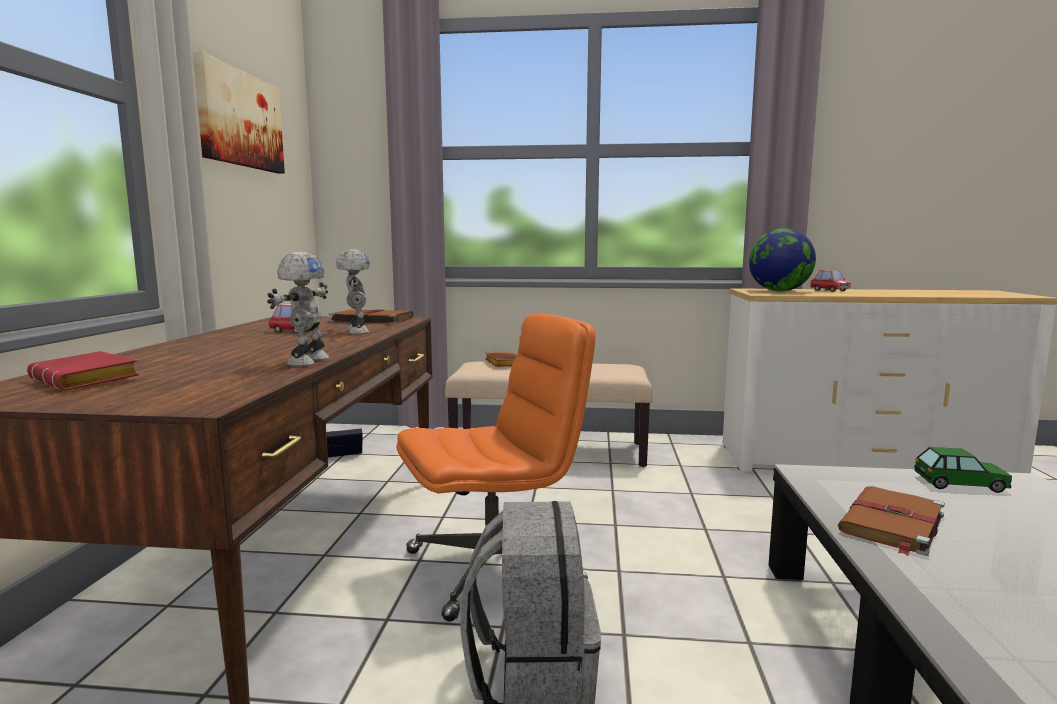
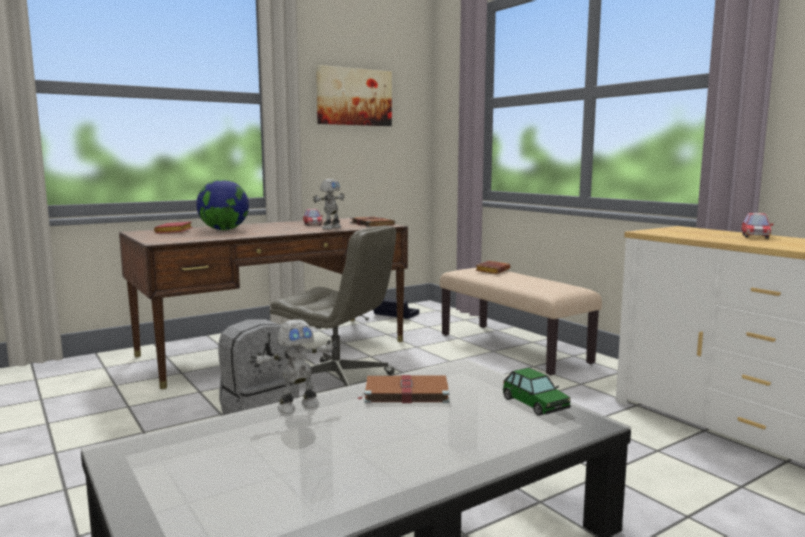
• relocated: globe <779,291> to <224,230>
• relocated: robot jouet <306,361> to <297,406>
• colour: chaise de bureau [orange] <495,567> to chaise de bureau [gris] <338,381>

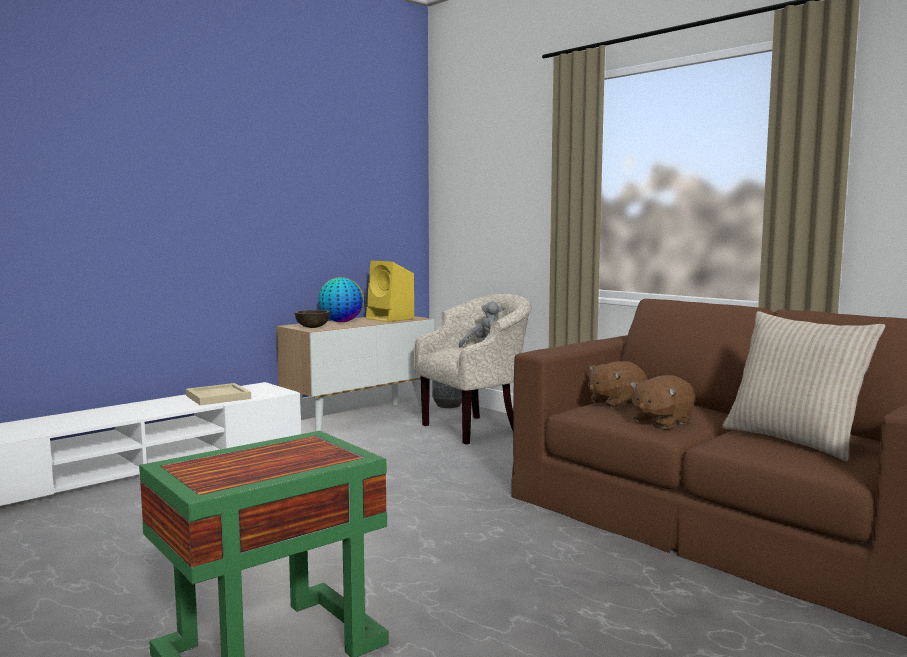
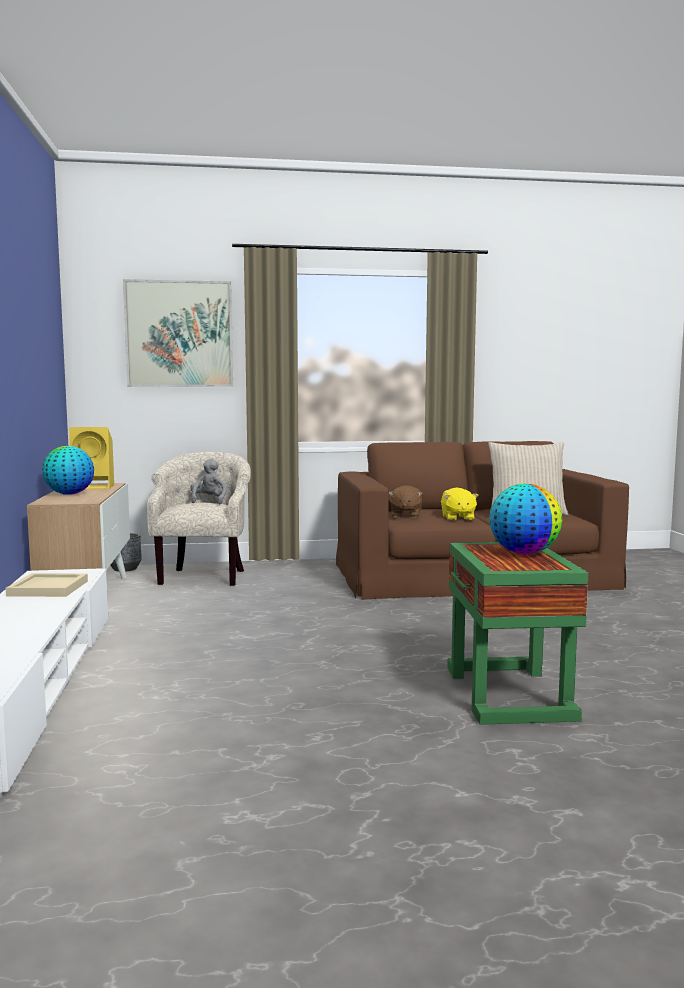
• appeared: tableau <179,334>
• colour: peluche [marron] <661,422> to peluche [jaune] <457,518>
• appeared: globe <524,553>
• missing: bol [marron] <312,327>

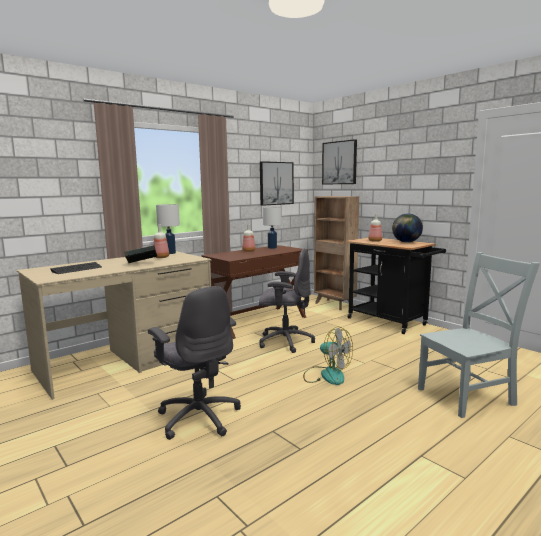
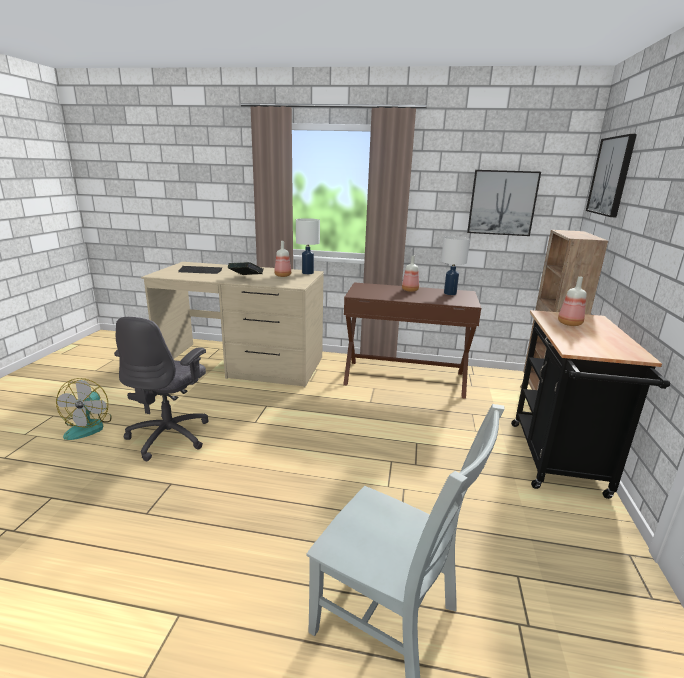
• relocated: ventilateur <326,375> to <89,426>
• missing: chaise de bureau [gris] <284,342>
• missing: globe <406,242>

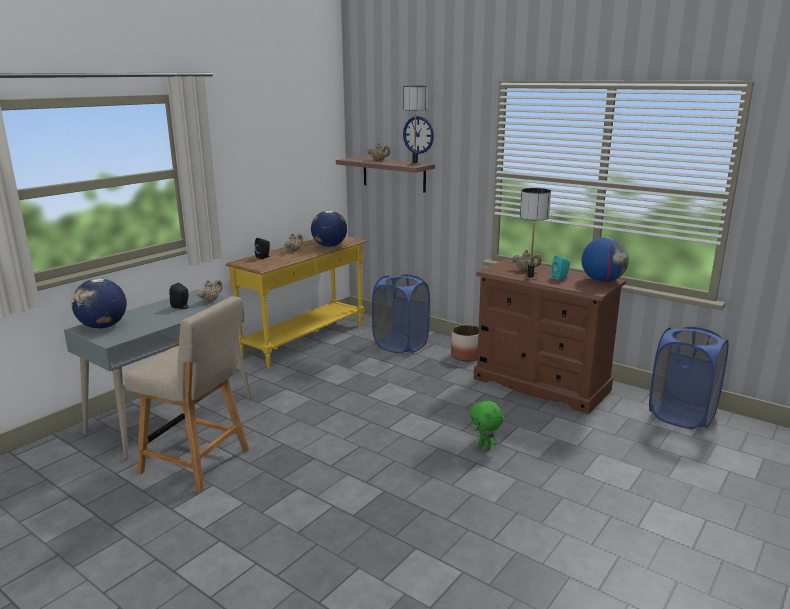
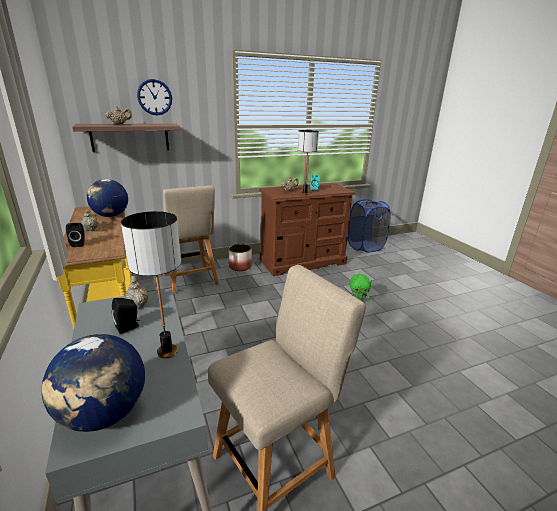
• relocated: lampe de table <415,164> to <166,351>
• exchanged: panier à linge [bleu] <401,345> to chaise [beige] <191,280>
• missing: globe <602,281>

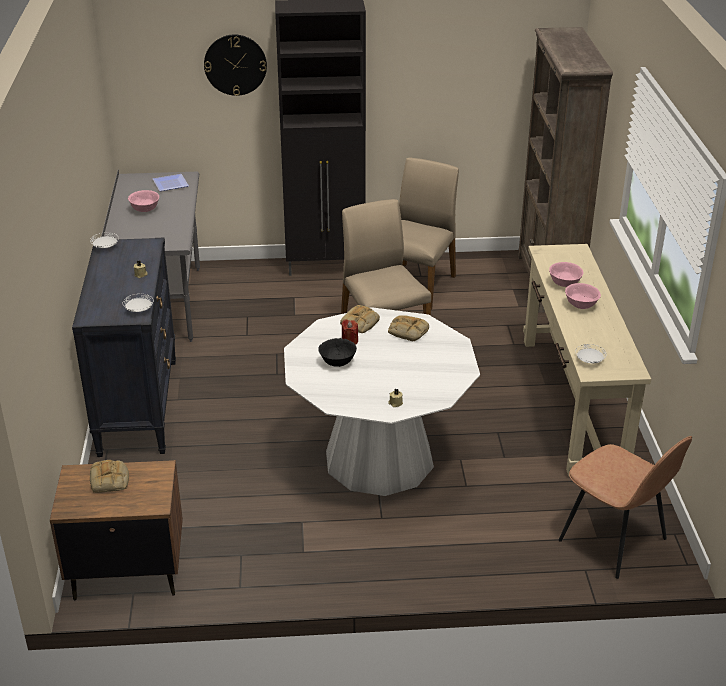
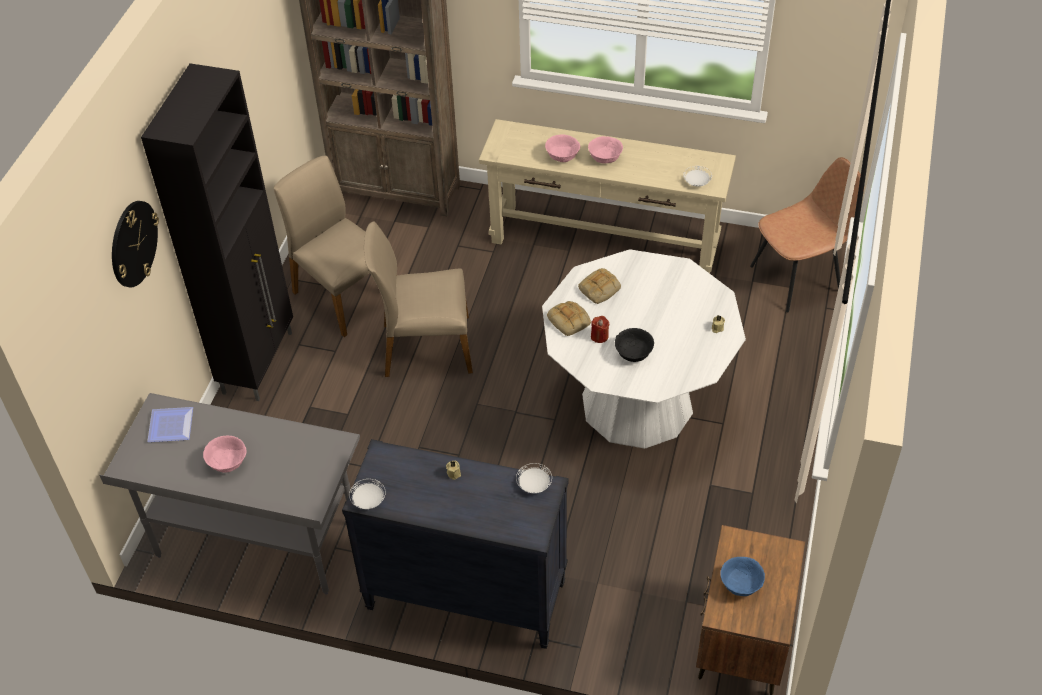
• exchanged: pain <110,480> to bol [bleu] <740,584>

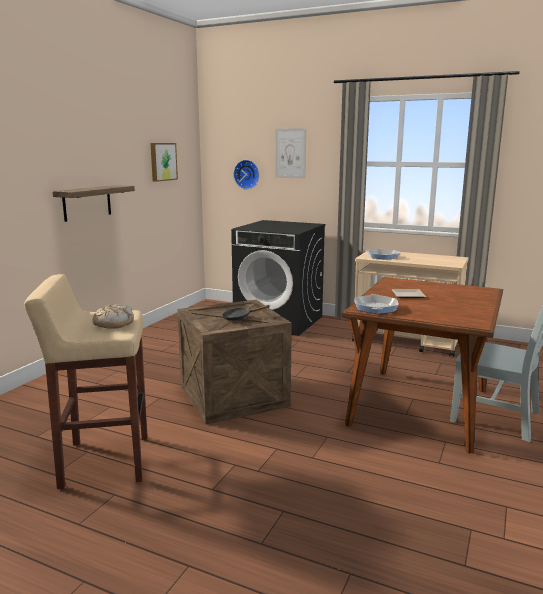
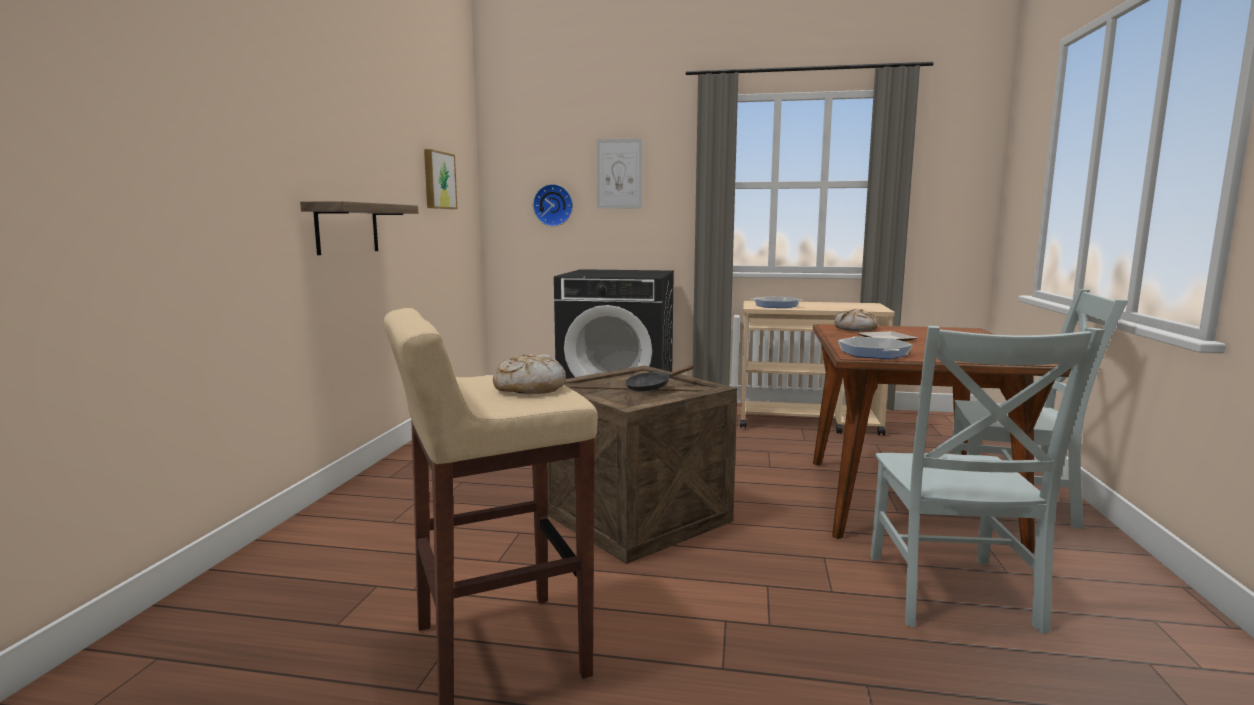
• appeared: pain <856,329>
• appeared: chaise [gris] <952,595>

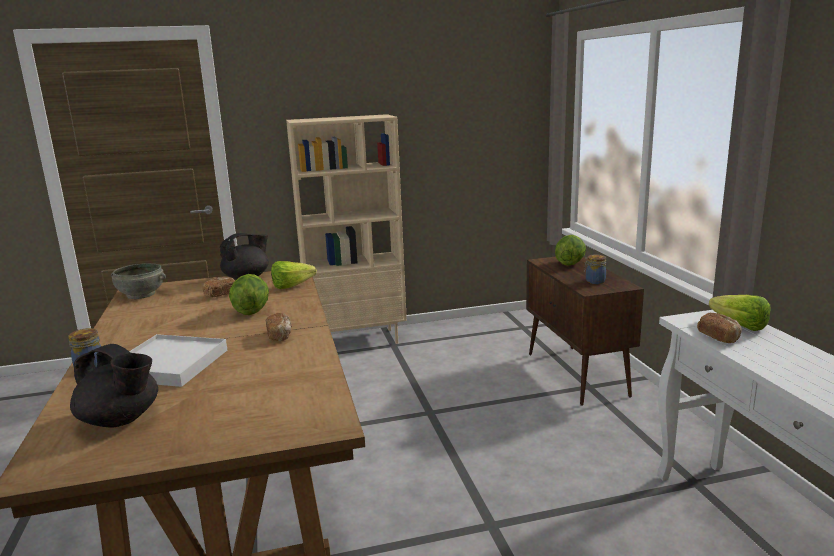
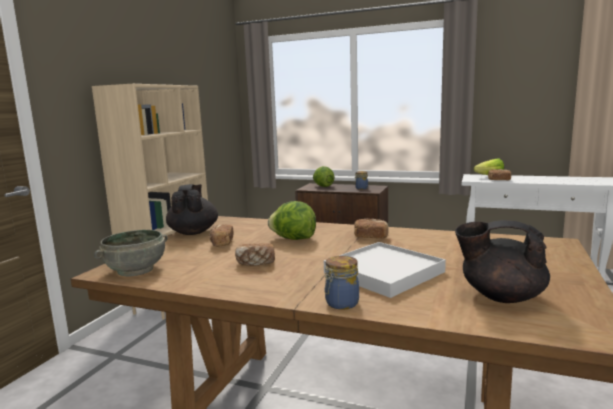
• appeared: pain <256,263>
• spun: théière [noir] <121,420> = <500,296> 135 degrees counterclockwise
• missing: laitue <295,286>

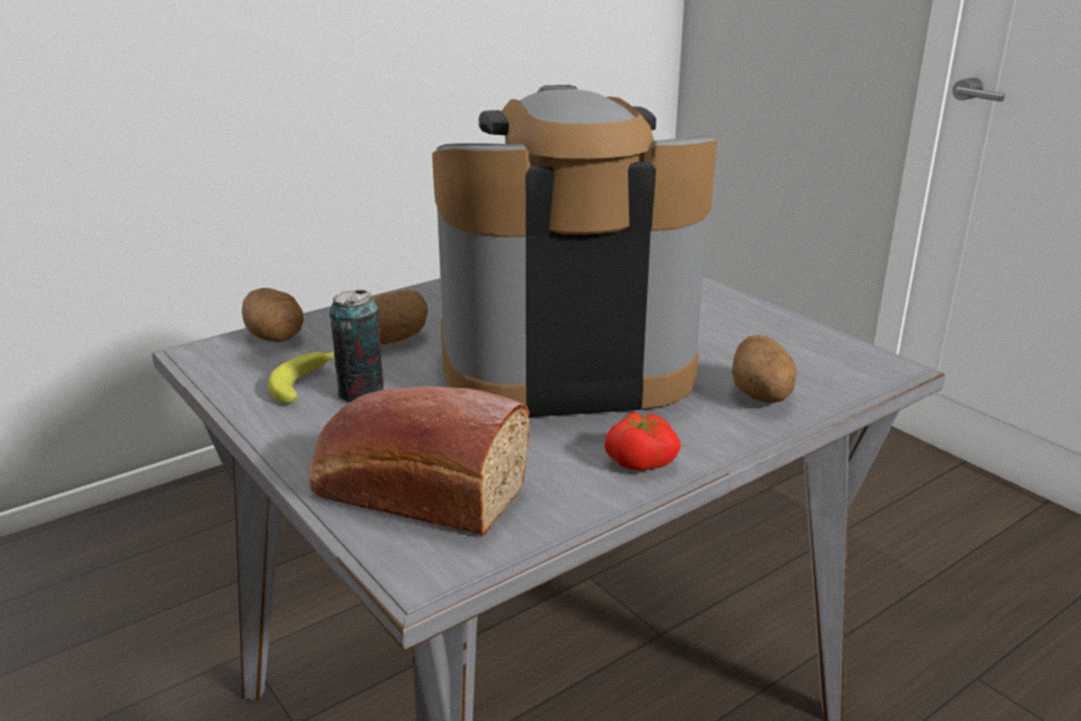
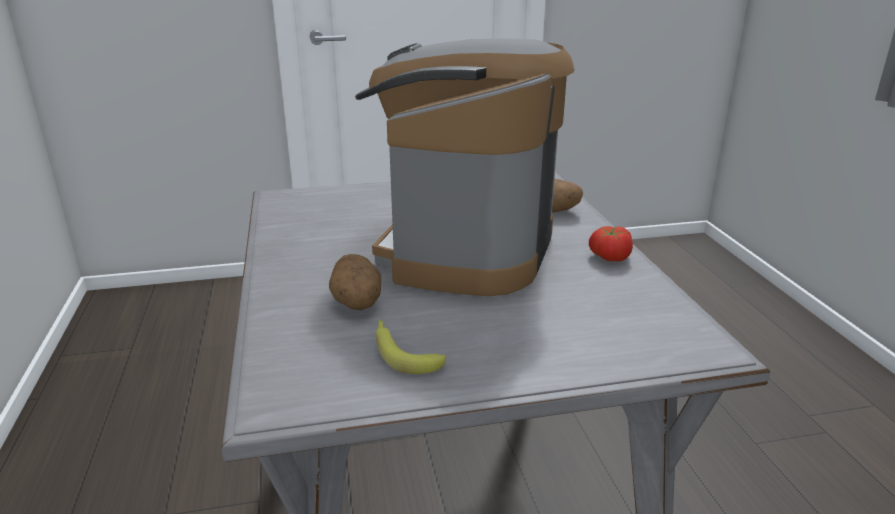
• missing: pomme de terre <274,337>
• missing: pain <413,492>
• missing: boîte métallique <361,393>

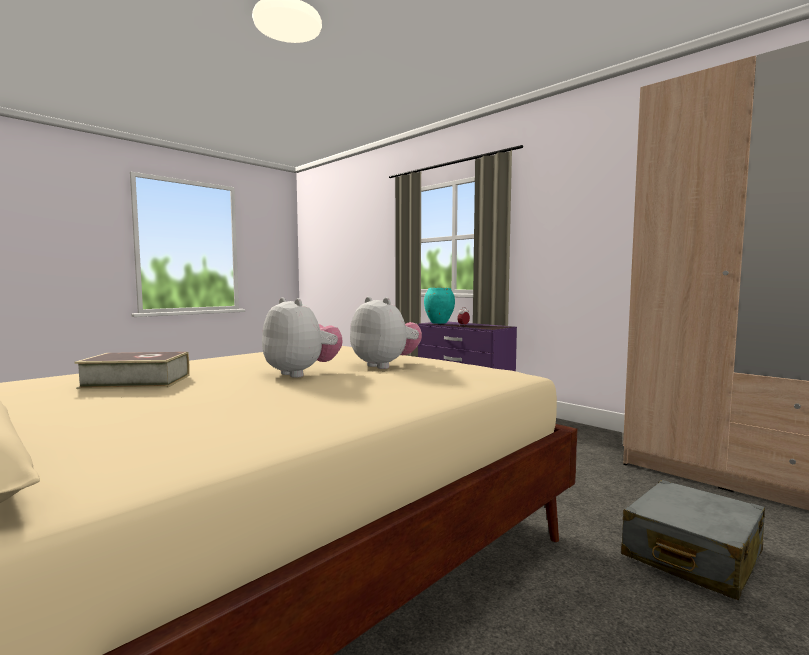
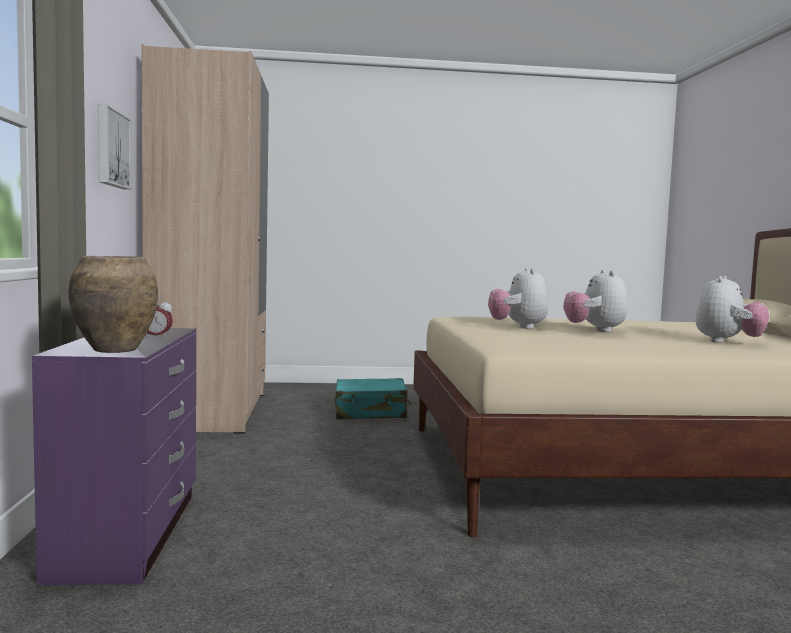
• colour: vase [turquoise] <438,323> to vase [marron] <115,350>
• appeared: tableau <110,149>
• colour: valise [gris] <691,554> to valise [turquoise] <370,412>
• exchanged: livre <137,382> to peluche <728,342>

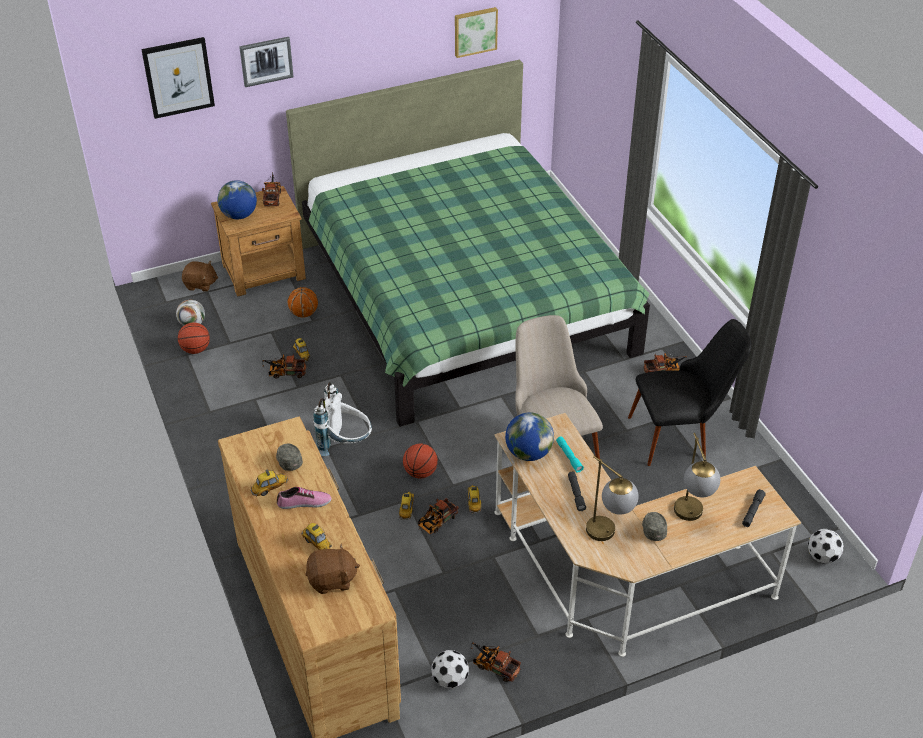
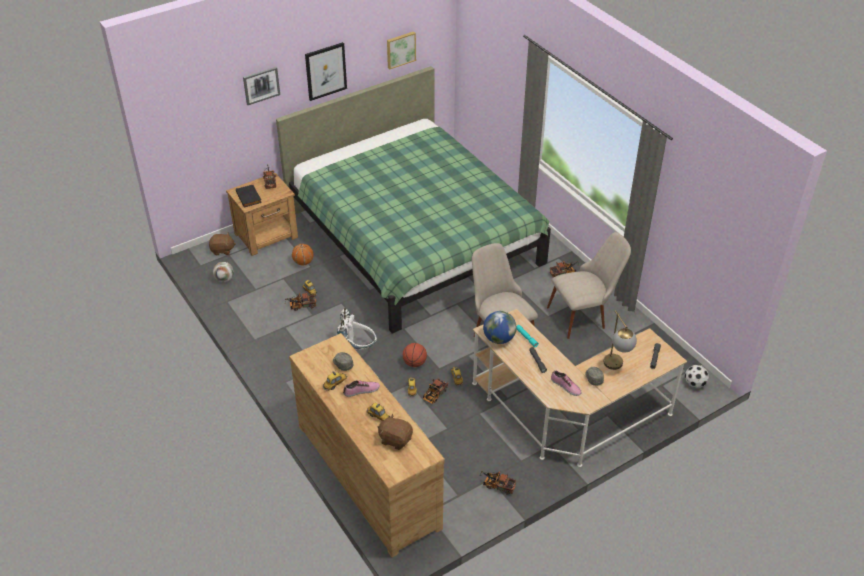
• exchanged: globe <239,215> to livre [noir] <249,197>
• relocated: tableau <178,77> to <325,71>
• spun: peluche [marron] <332,580> = <395,439> 135 degrees counterclockwise
• colour: chaise [noir] <681,434> to chaise [beige] <584,315>
• exchanged: lampe de table <608,536> to chaussure <565,386>
• missing: ballon de basket <195,350>
• missing: ballon de foot <449,680>

